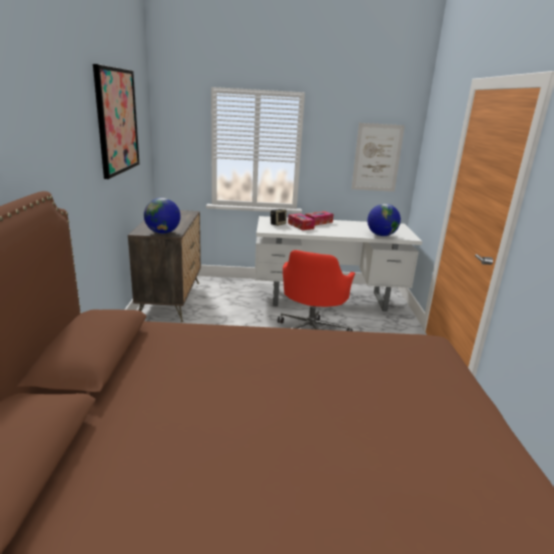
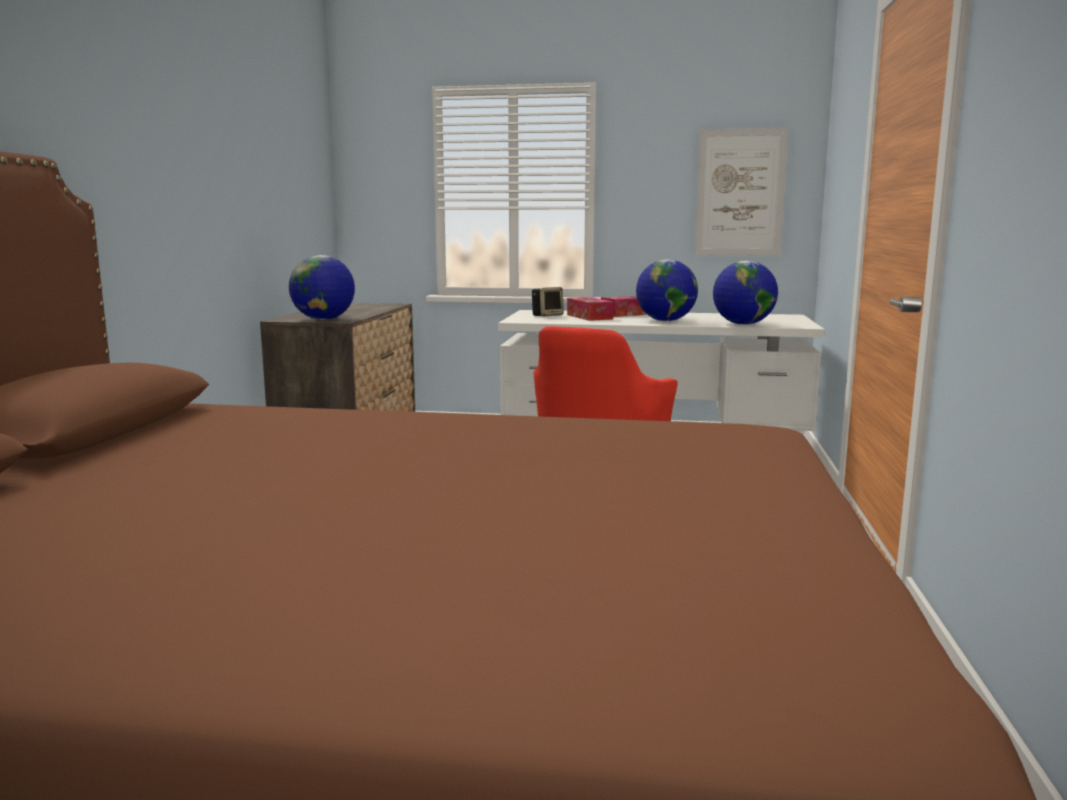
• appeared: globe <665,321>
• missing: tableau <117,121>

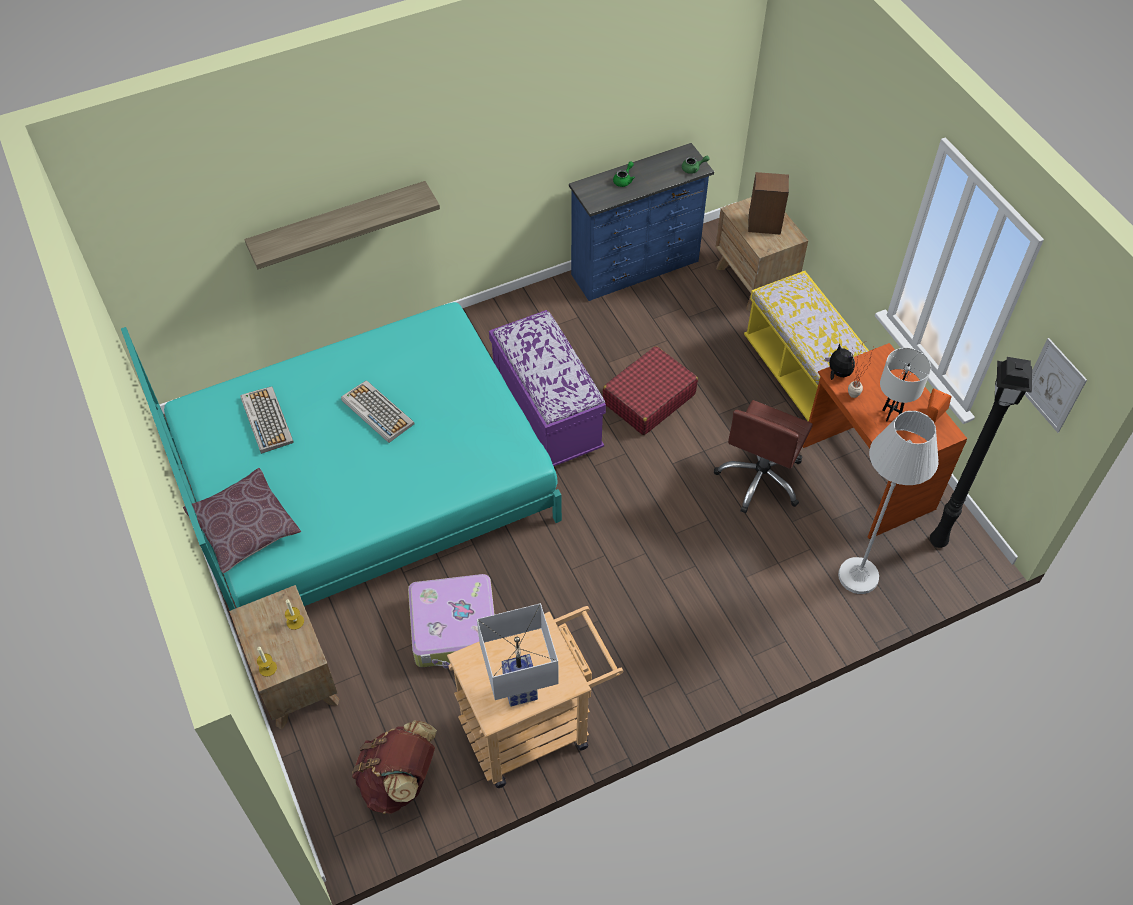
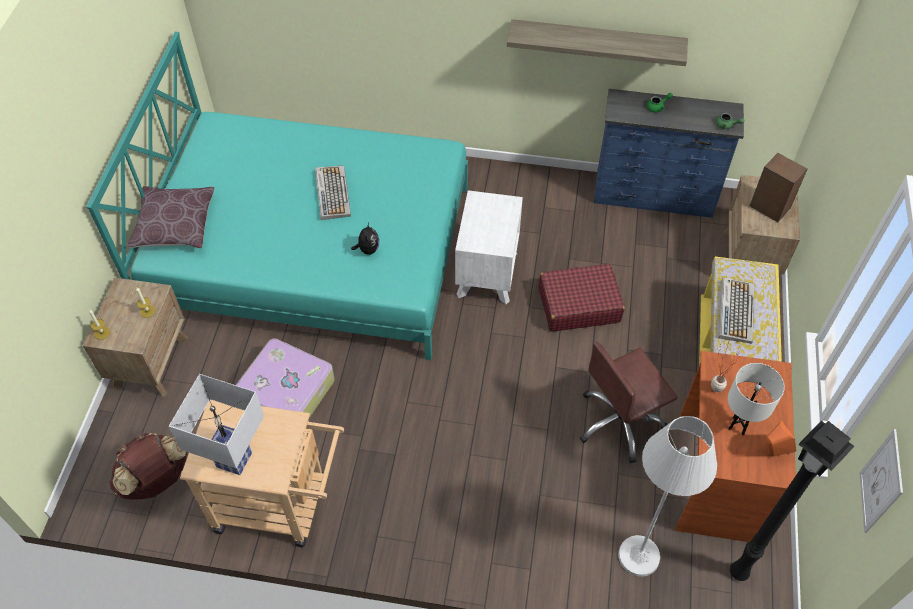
• relocated: peluche <838,373> to <368,249>
• exchanged: banc [violet] <546,415> to table de chevet [blanc] <487,273>
• relocated: étagère <339,222> to <596,42>
• relocated: clavier <266,420> to <735,310>

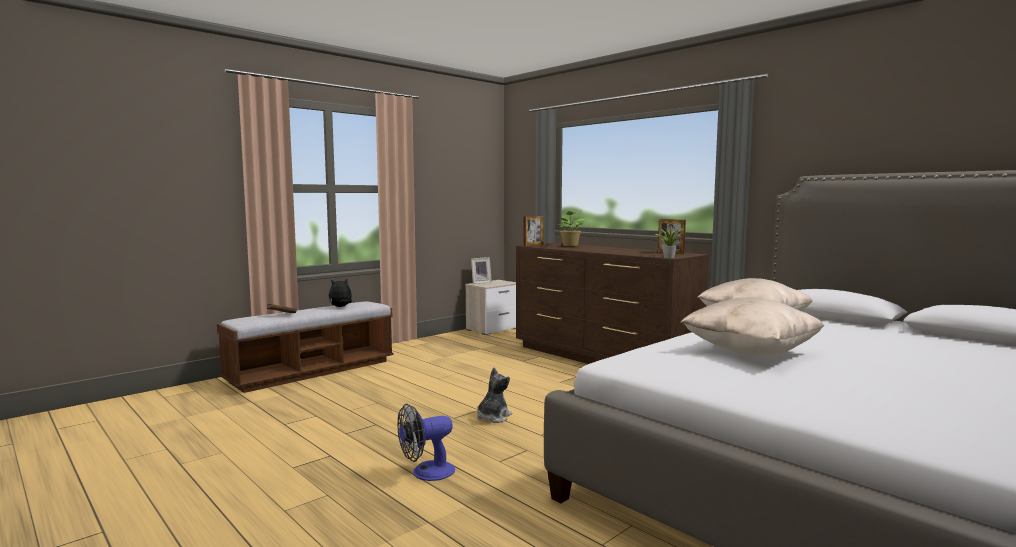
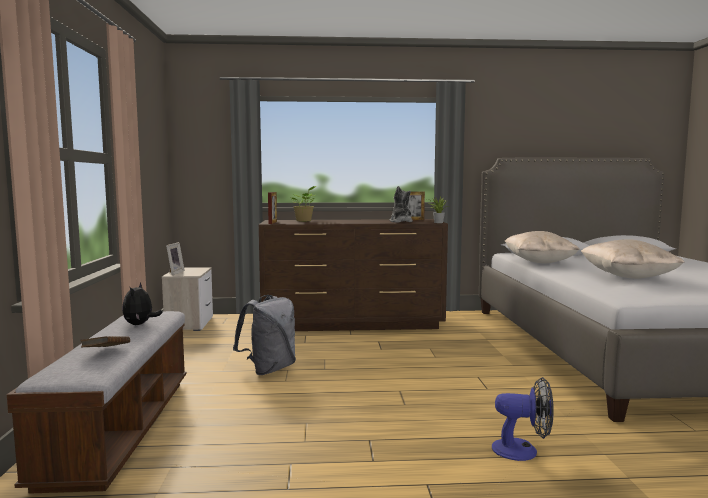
• appeared: sac à dos [gris] <269,369>
• relocated: peluche <493,417> to <401,221>
• spun: ventilateur <426,473> = <523,450> 90 degrees counterclockwise

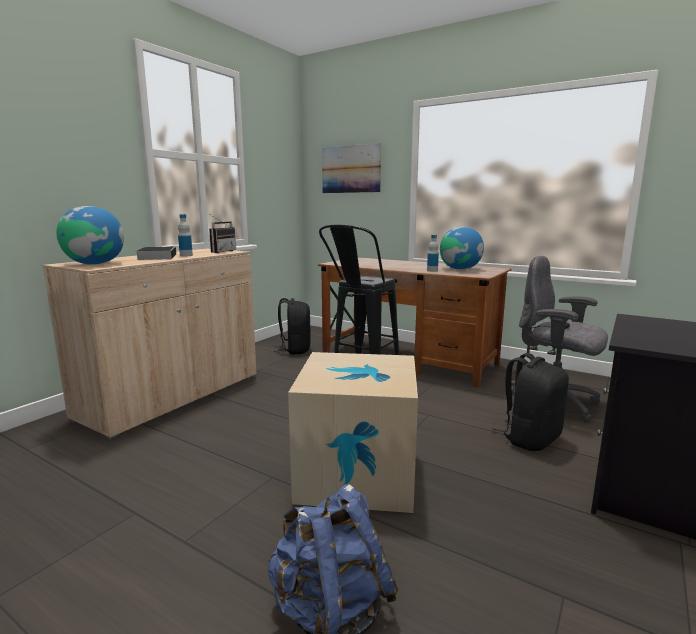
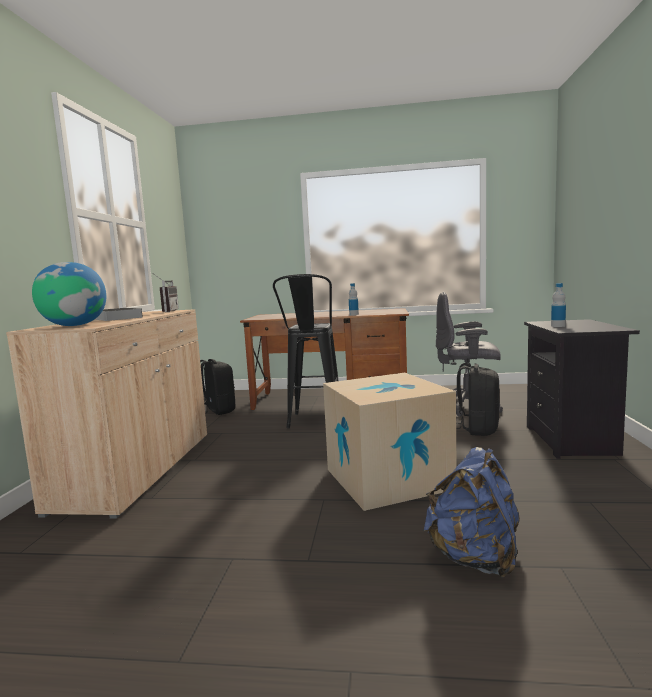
• relocated: bouteille <186,255> to <558,326>
• missing: tableau <350,169>
• missing: globe <460,269>

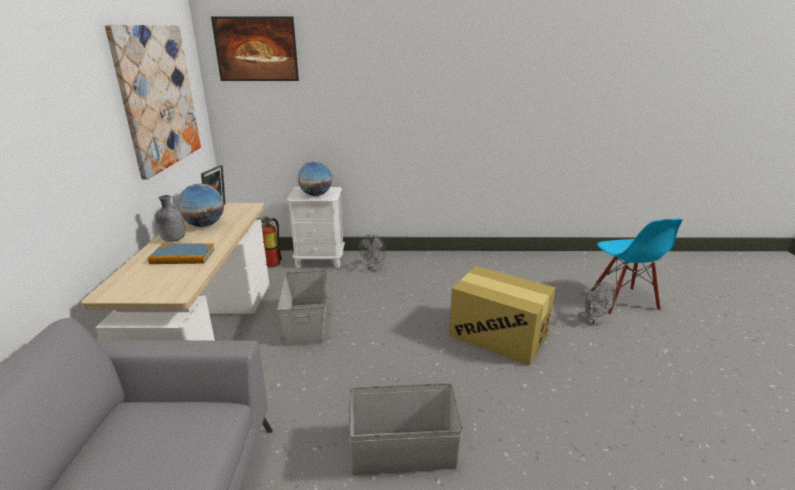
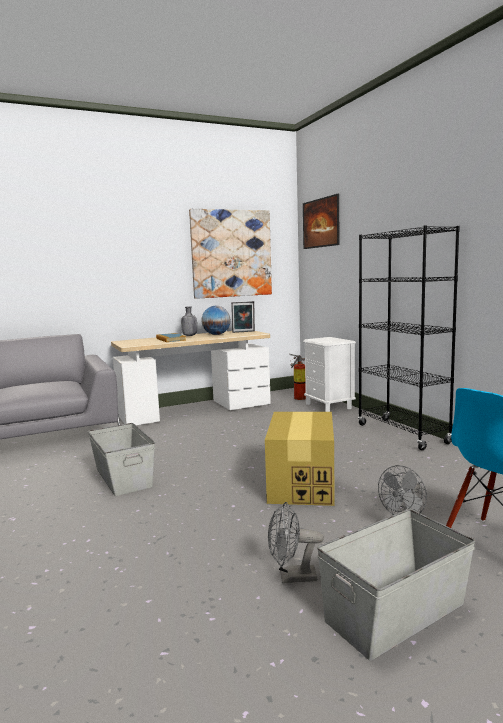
• relocated: ventilateur [gris] <374,268> to <292,577>
• relocated: boîte de rangement [gris] <307,322> to <396,612>
• appeared: bibliothèque [noir] <402,434>
• missing: globe <316,195>

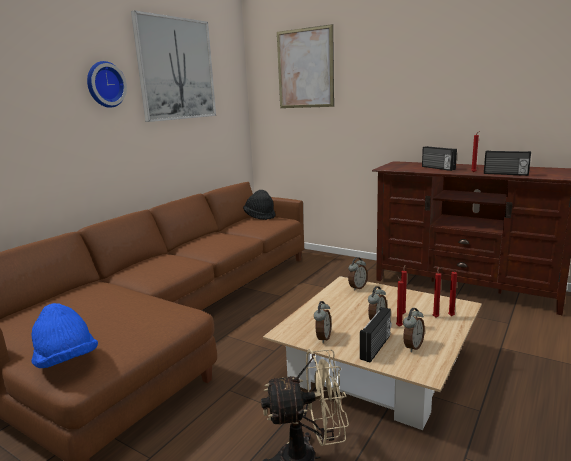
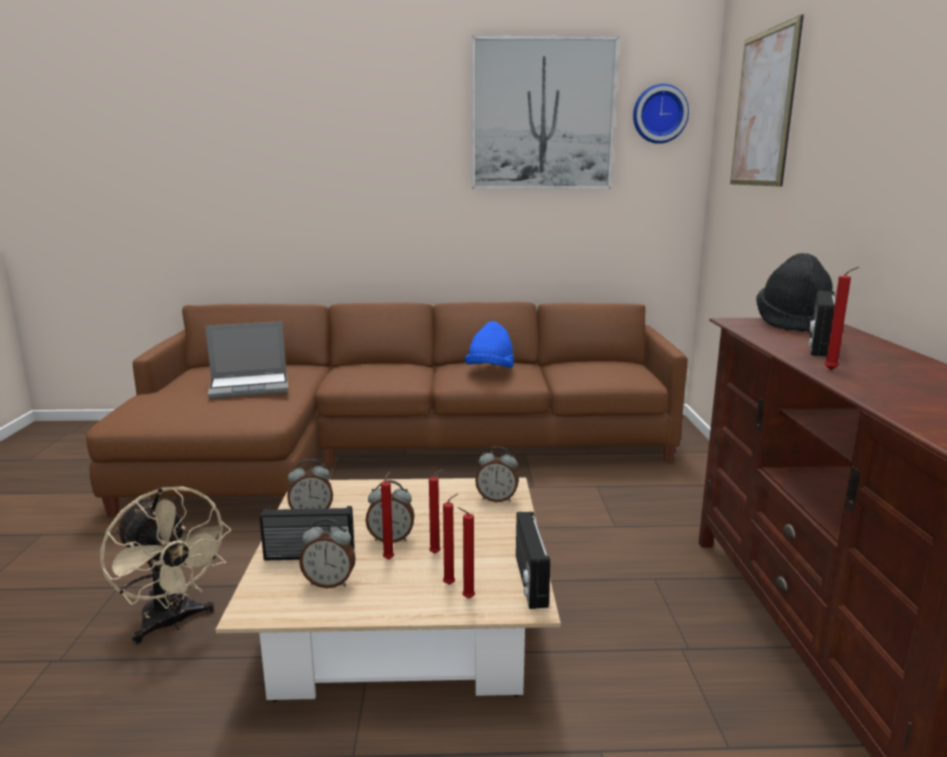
• appeared: ordinateur portable <250,387>
• relocated: chapeau [bleu] <66,361> to <490,371>
• relocated: radio <505,174> to <529,580>
• relocated: horloge murale <104,84> to <659,114>
• relocated: chapeau [noir] <260,216> to <792,323>

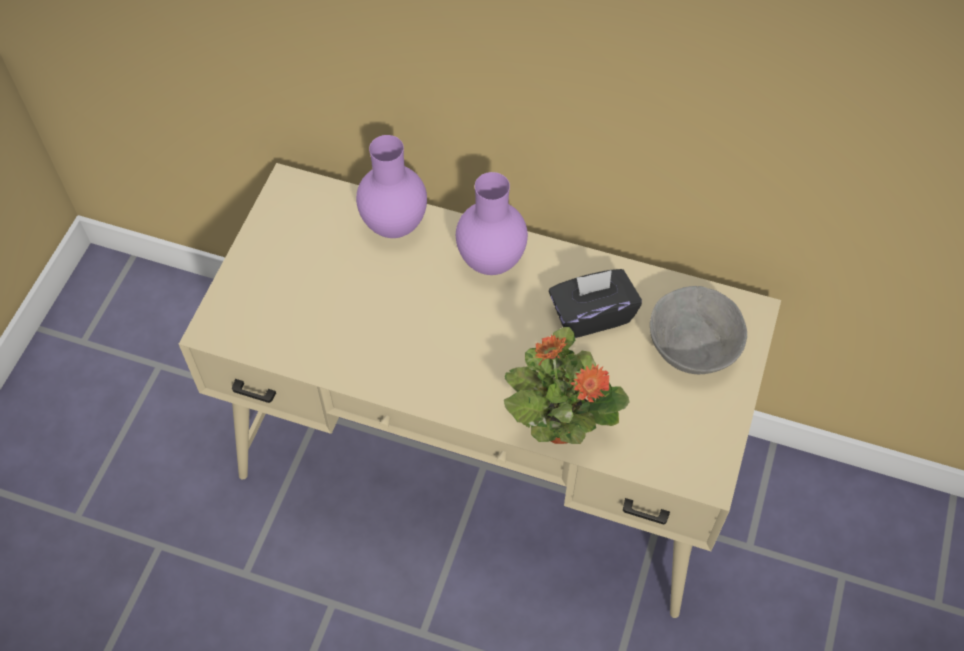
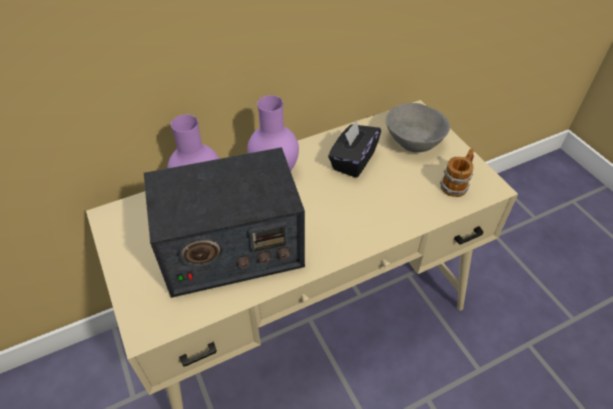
• appeared: radio <230,248>
• appeared: mug <456,184>
• missing: plante en pot <559,425>

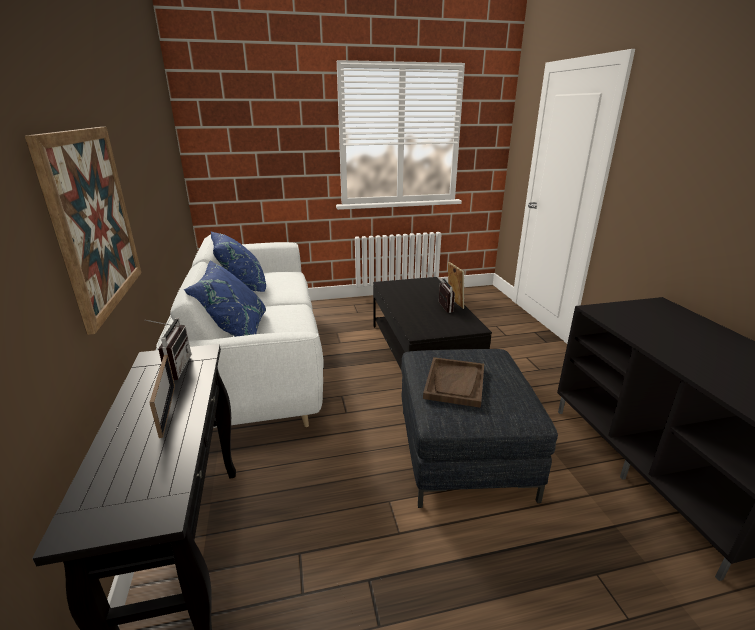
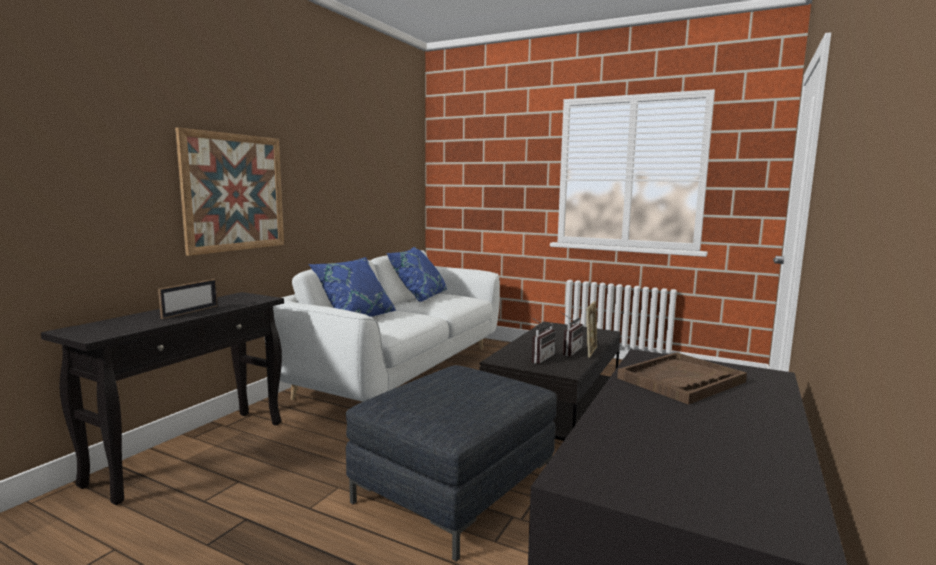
• relocated: radio <173,368> to <539,358>
• relocated: plateau [marron] <455,383> to <681,380>

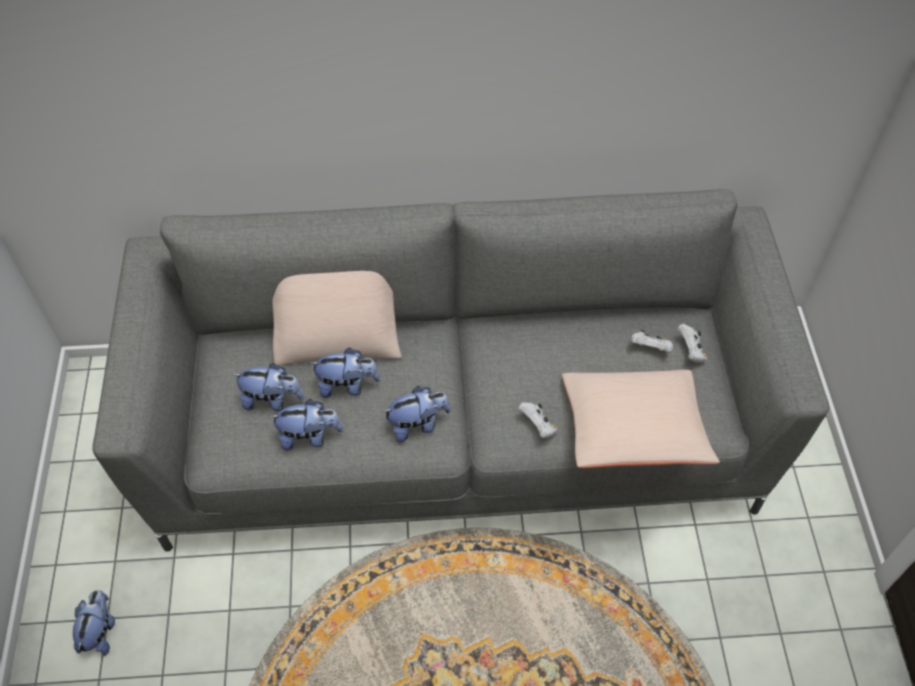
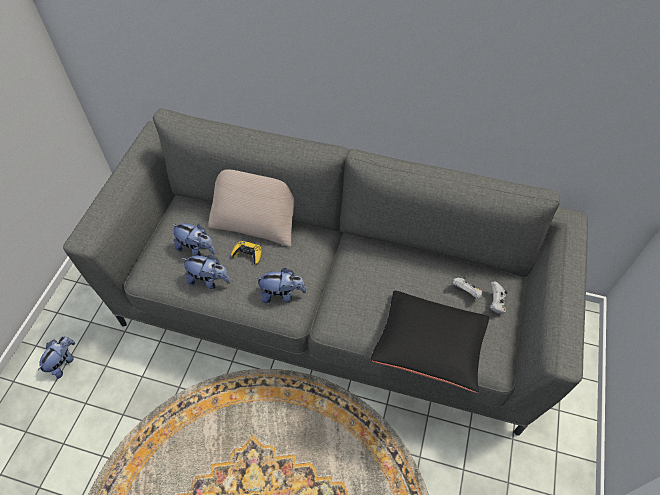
• exchanged: peluche <347,386> to manette [jaune] <247,254>
• colour: coussin [beige] <633,430> to coussin [noir] <429,346>
• missing: manette [blanc] <538,426>

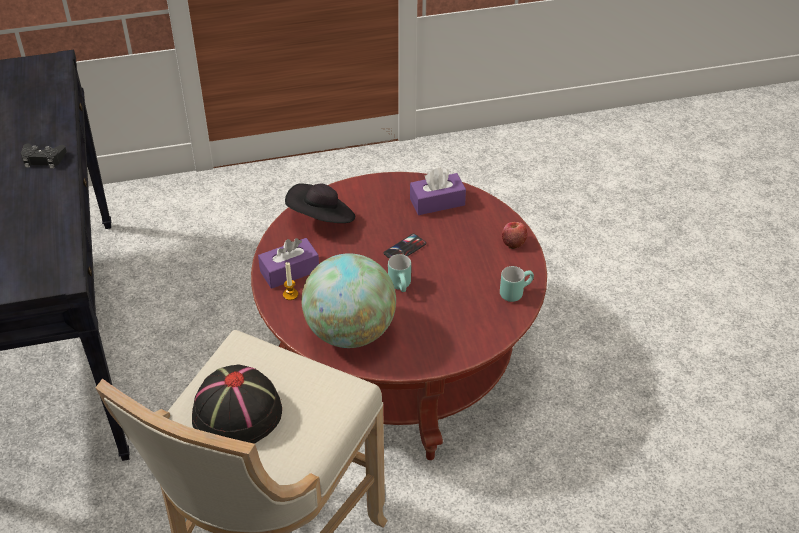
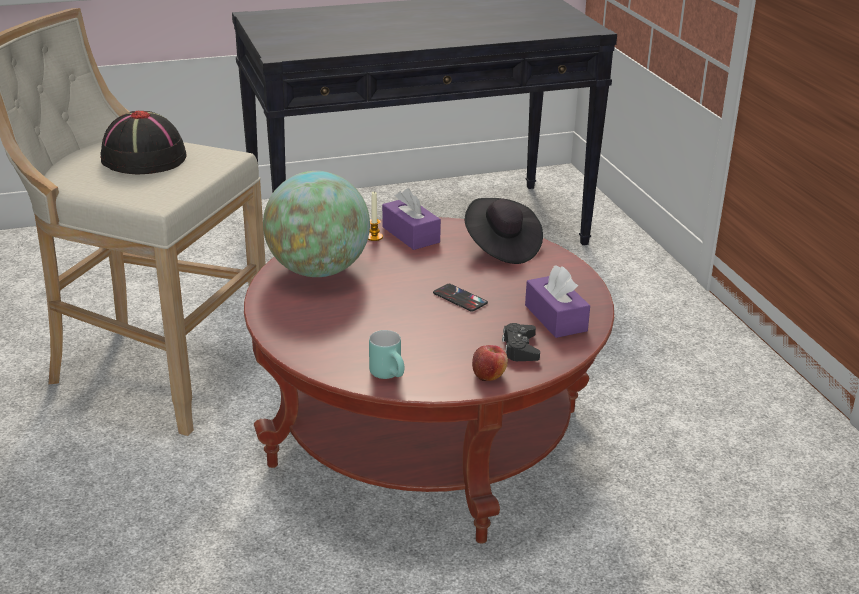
• relocated: manette [noir] <43,159> to <520,348>
• missing: mug [turquoise] <402,286>

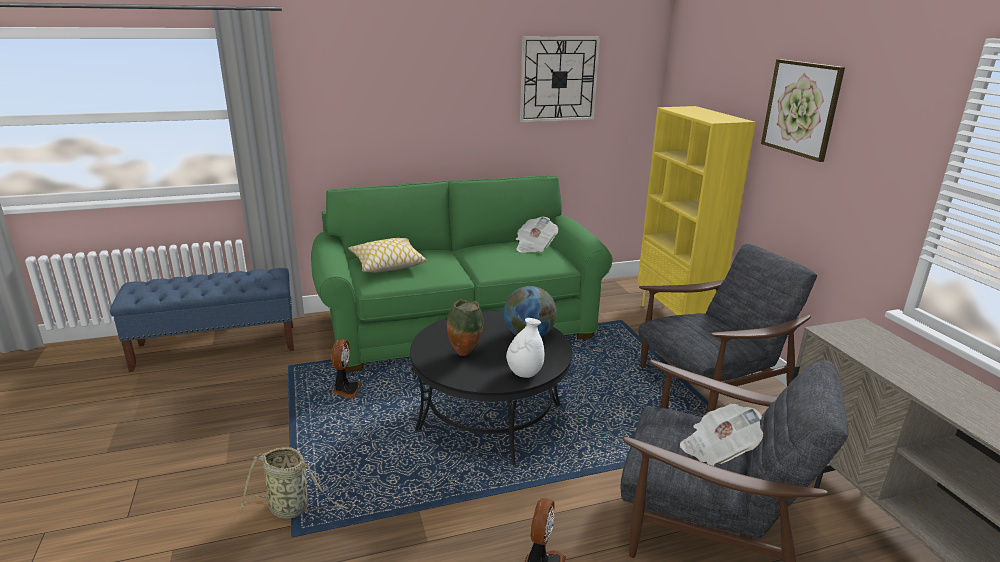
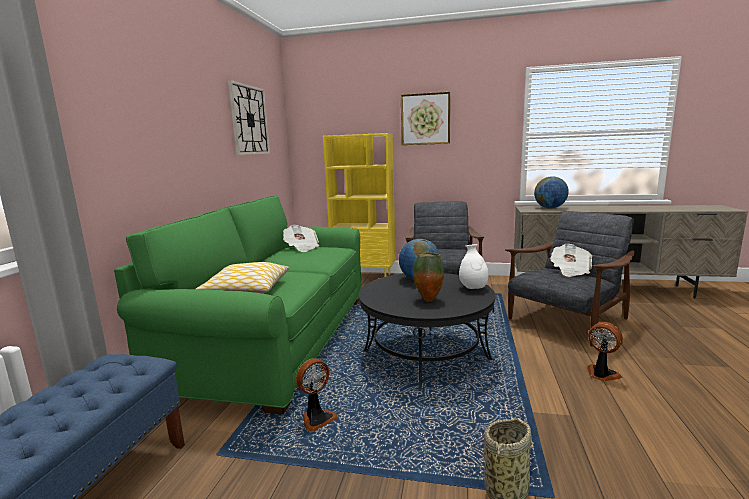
• spun: ventilateur <346,390> = <317,419> 105 degrees clockwise
• appeared: globe <550,208>

